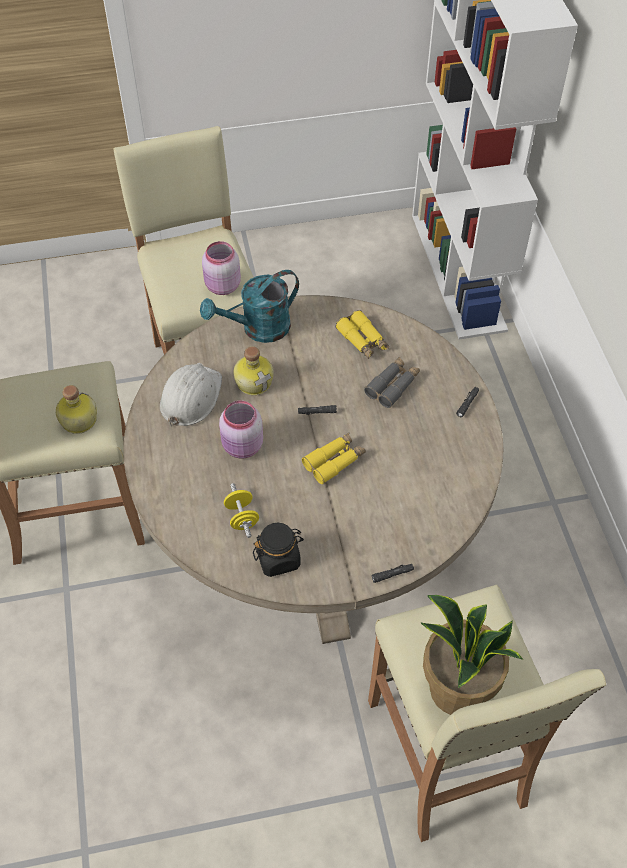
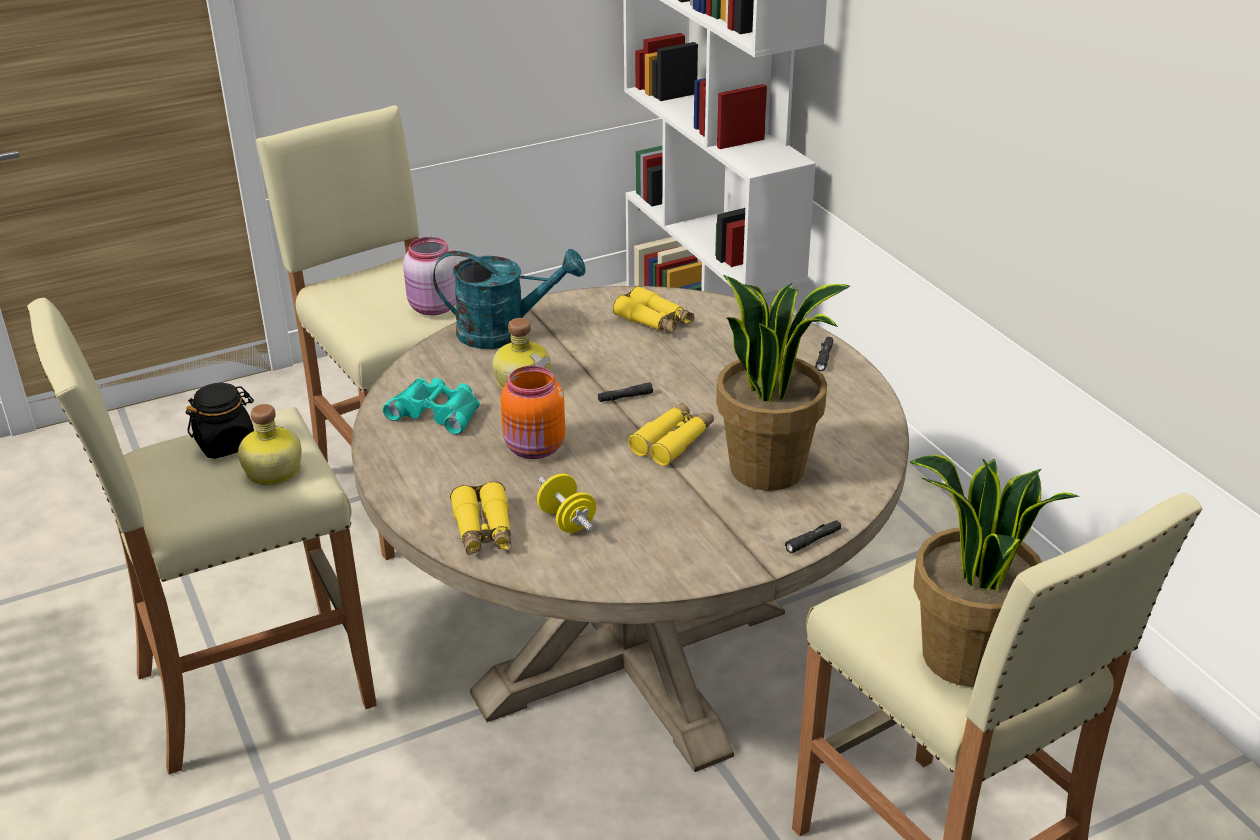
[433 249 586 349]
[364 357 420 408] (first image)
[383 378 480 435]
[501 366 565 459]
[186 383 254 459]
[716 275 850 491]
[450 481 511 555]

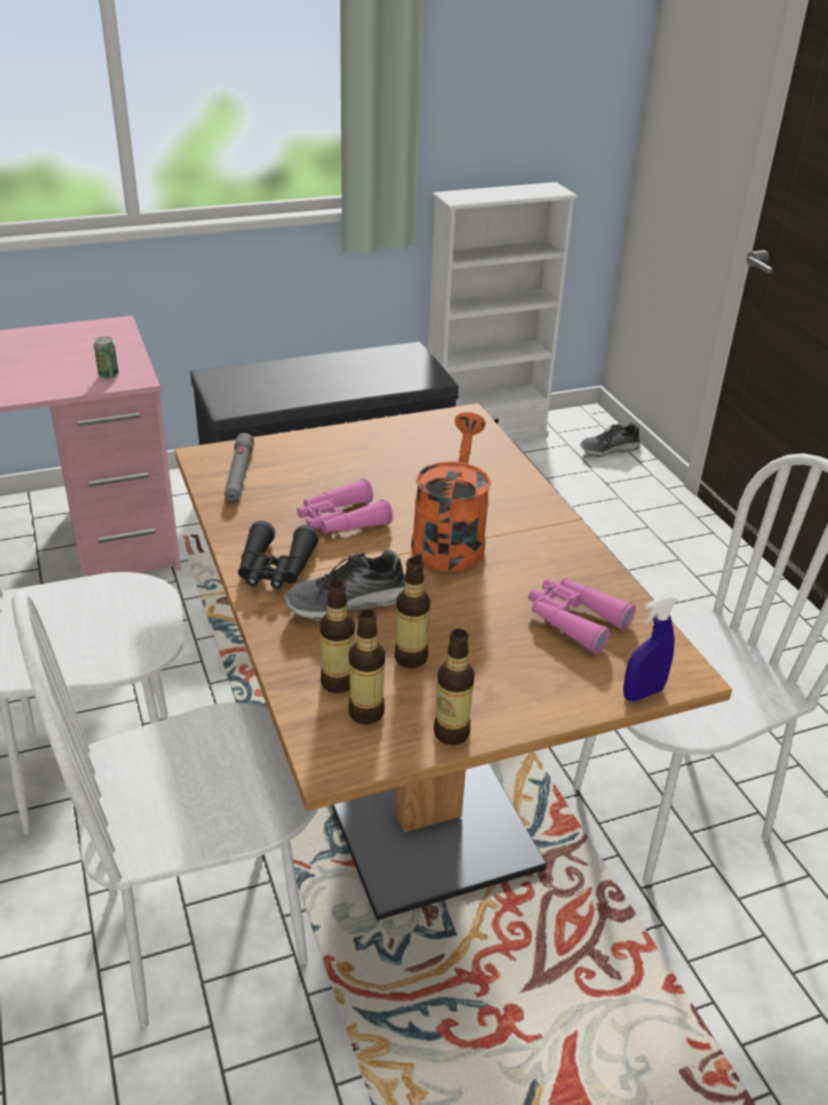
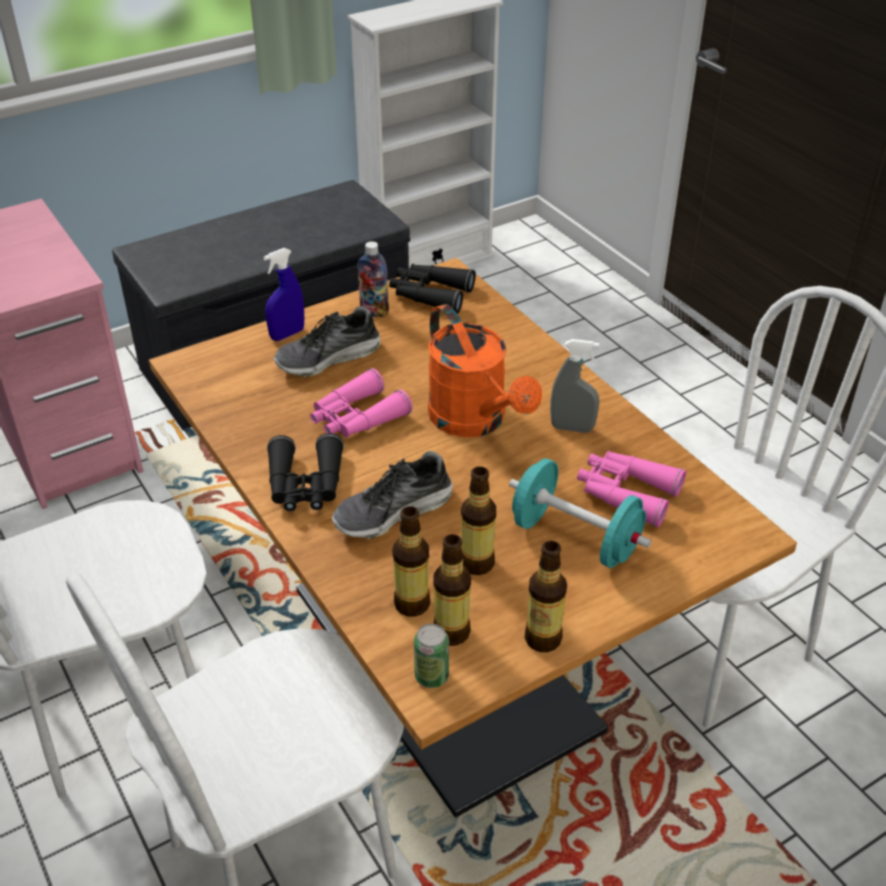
[414 624 449 688]
[428 304 542 437]
[274 306 380 377]
[224 433 254 501] (first image)
[263 248 304 341]
[358 241 389 317]
[389 264 476 314]
[550 339 600 433]
[509 458 652 568]

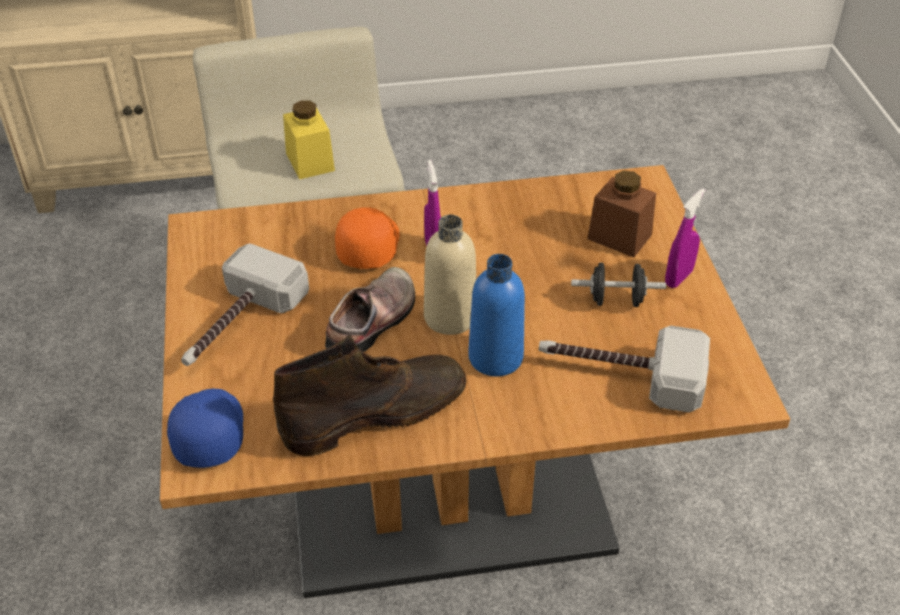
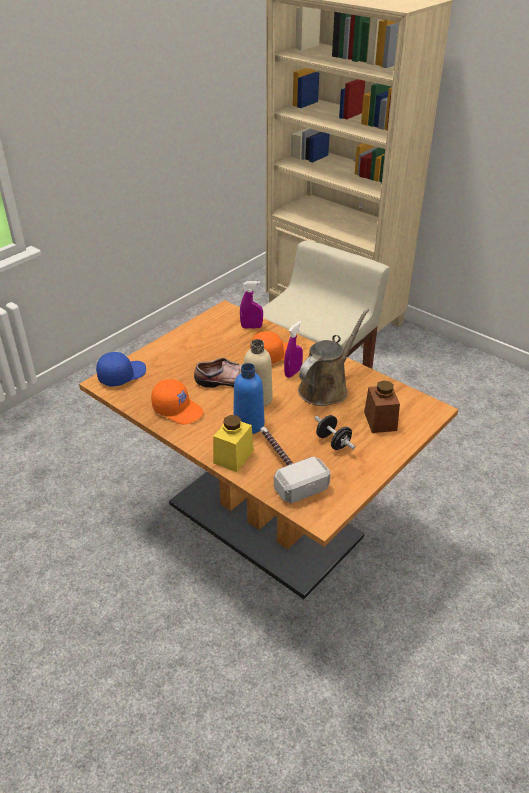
[213 415 254 472]
[240 281 263 328]
[181 243 309 366] (first image)
[151 379 203 425]
[298 308 369 406]

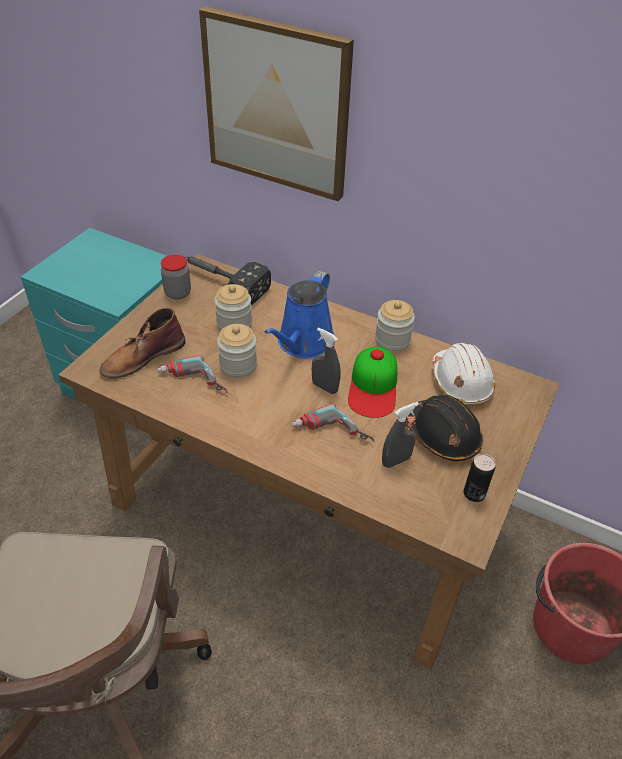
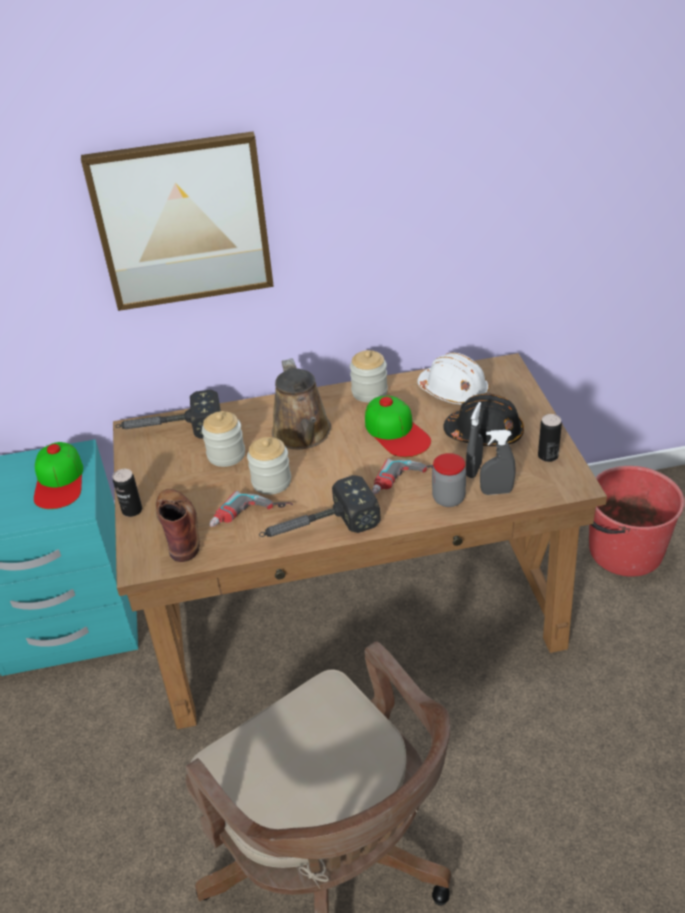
[432 453 466 507]
[272 358 331 449]
[156 489 200 562]
[480 430 516 495]
[34 442 83 509]
[113 469 142 517]
[259 475 381 537]

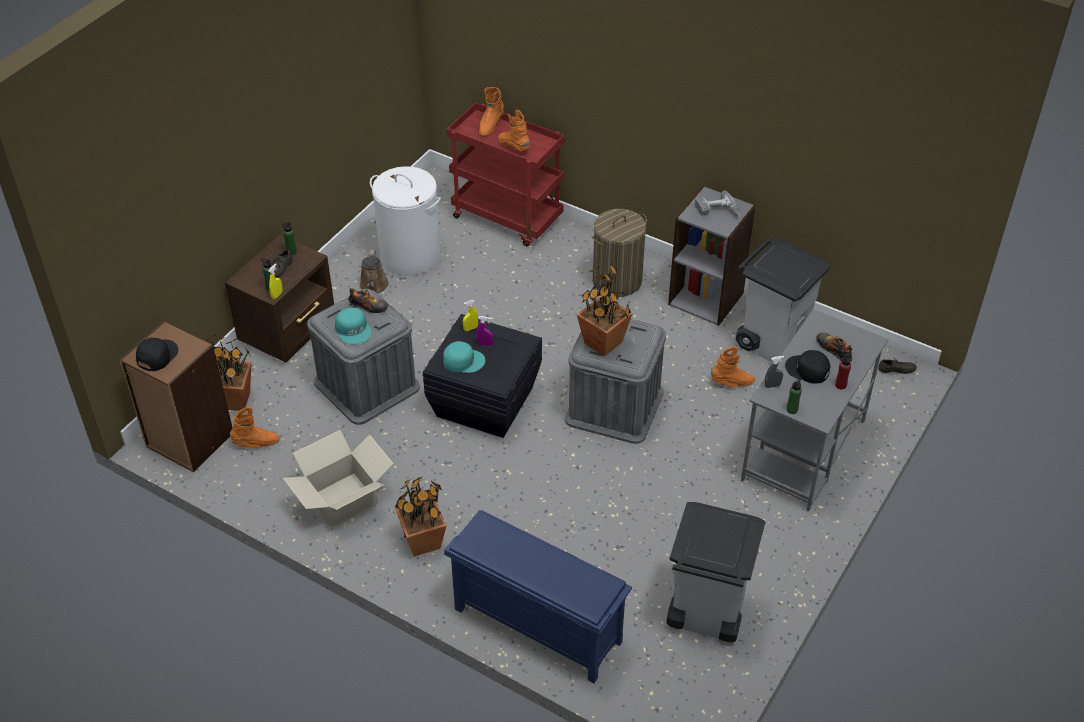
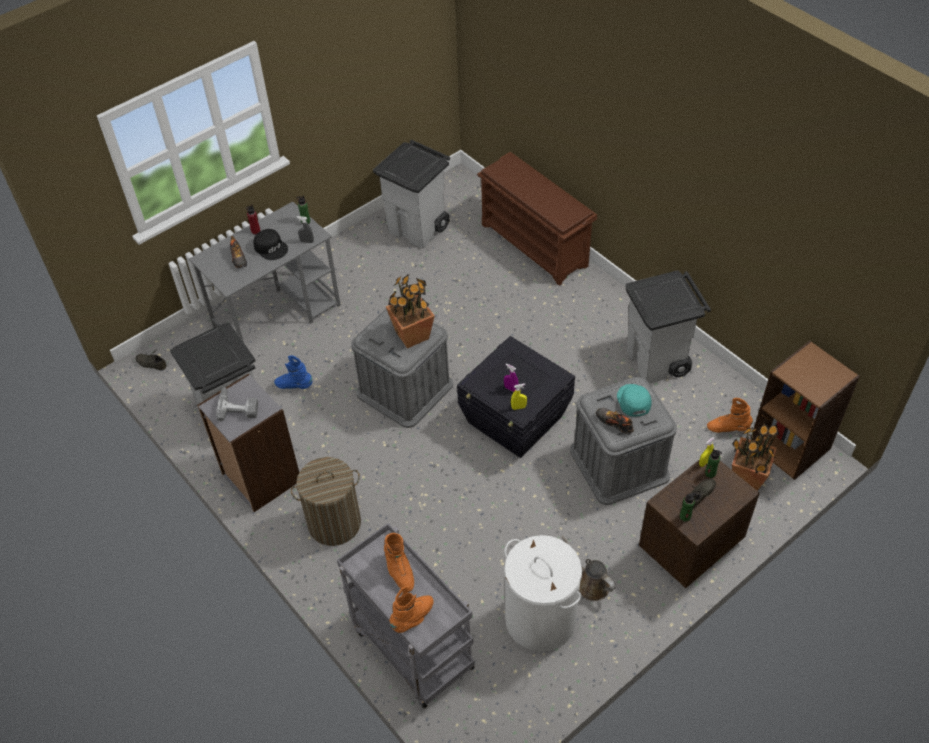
[337 523 475 709]
[561 536 616 601]
[136 338 178 371] (first image)
[443 341 485 373] (first image)
[274 355 312 389]
[625 270 711 384]
[395 476 447 557] (first image)
[477 152 597 286]

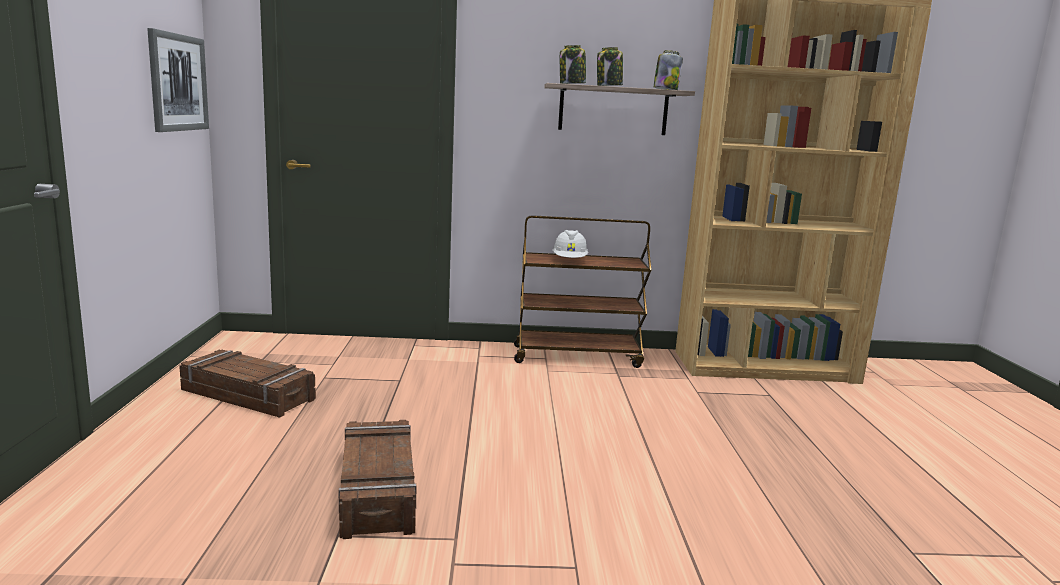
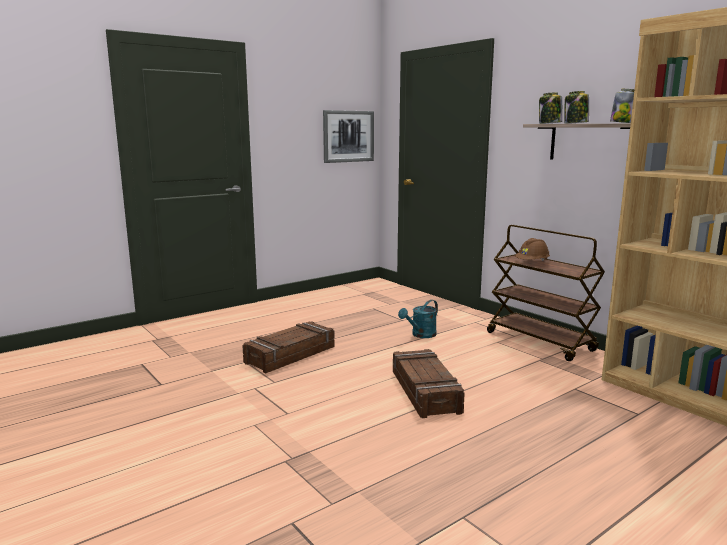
[515 238 550 261]
[393 349 465 418]
[398 300 438 338]

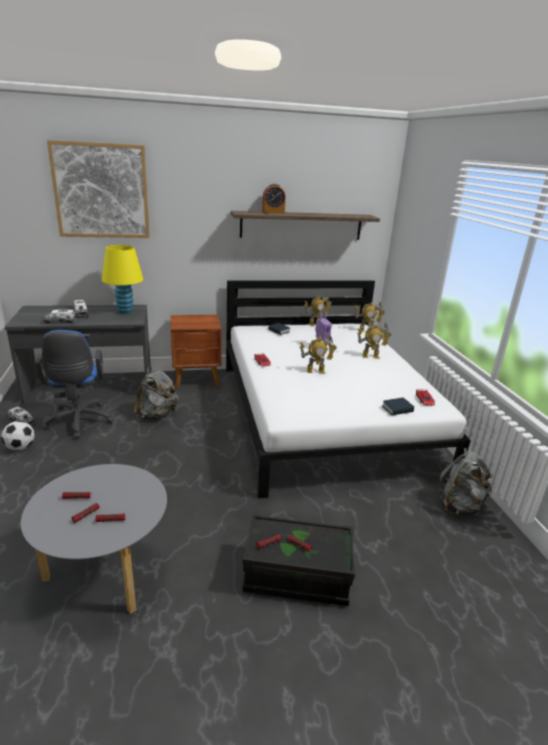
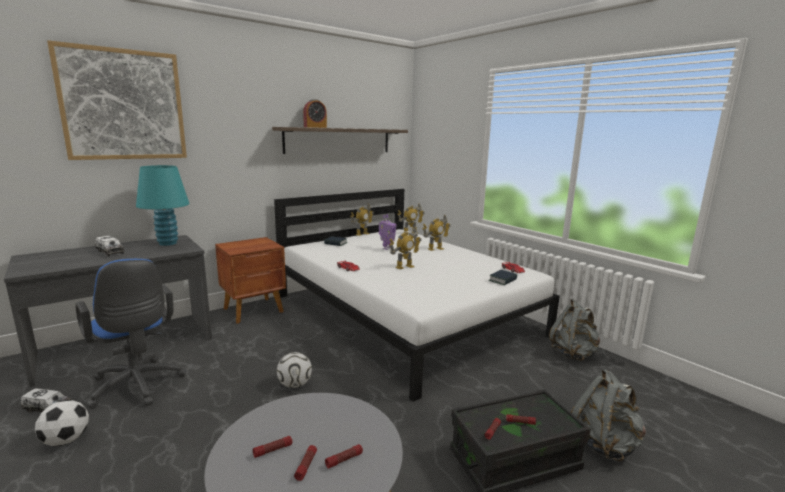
[136 165 190 246]
[43 310 77 324] (first image)
[571 369 646 462]
[277 352 312 388]

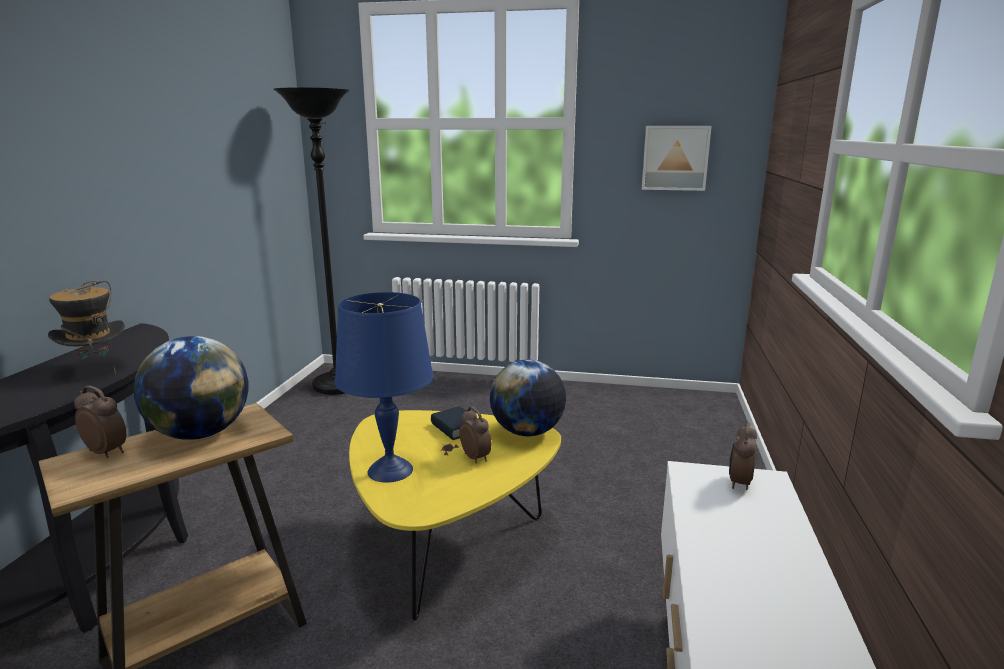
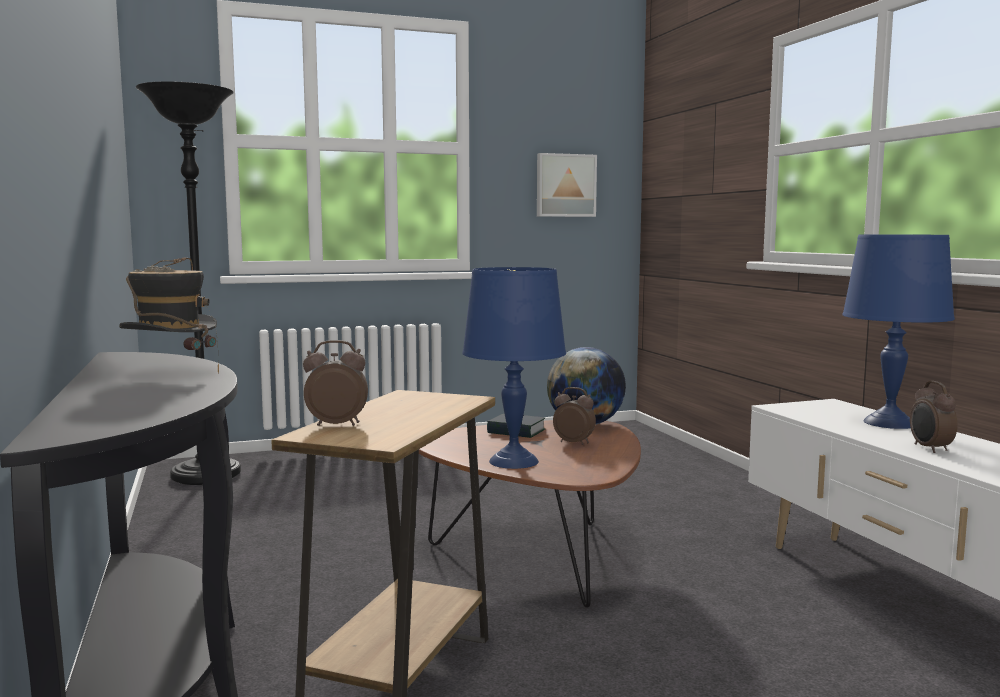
[133 336 249 440] (first image)
[419 420 641 608]
[910 381 958 453]
[842 235 955 429]

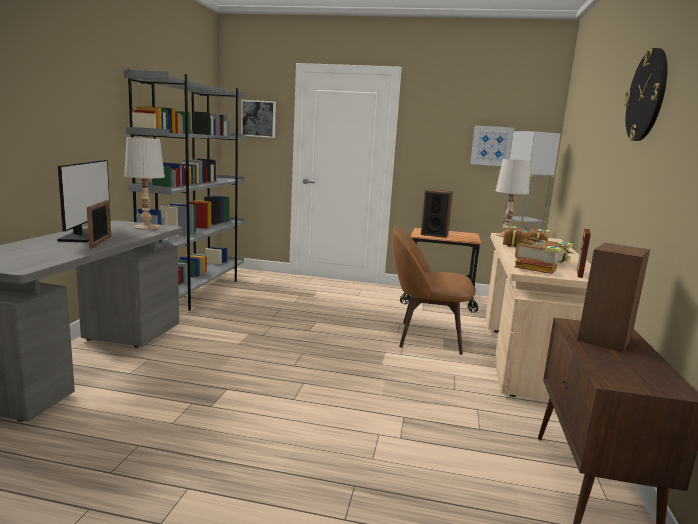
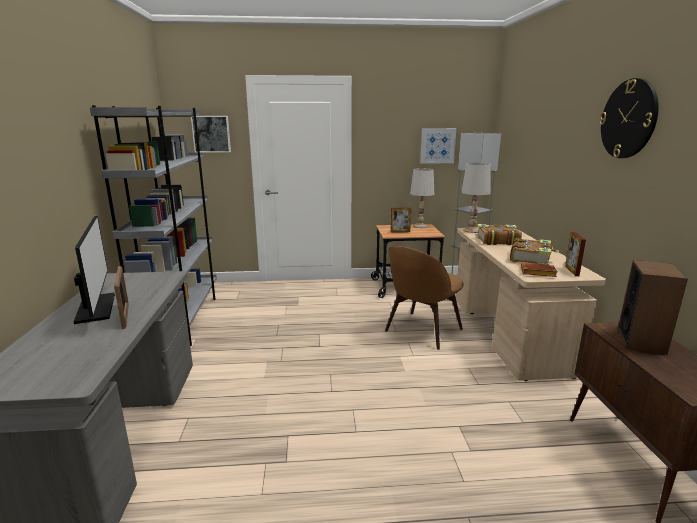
[410 168 434 228]
[391 208 411 233]
[385 246 464 350]

